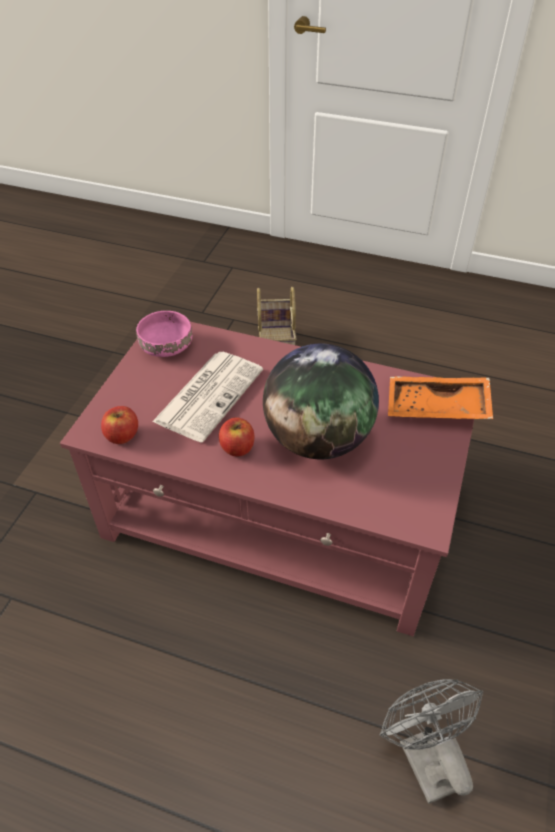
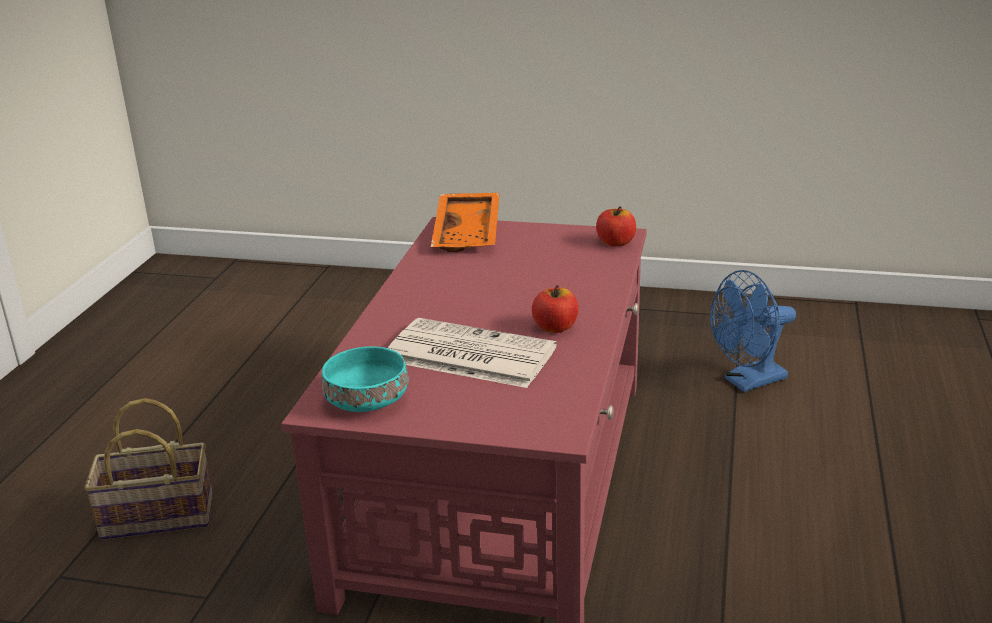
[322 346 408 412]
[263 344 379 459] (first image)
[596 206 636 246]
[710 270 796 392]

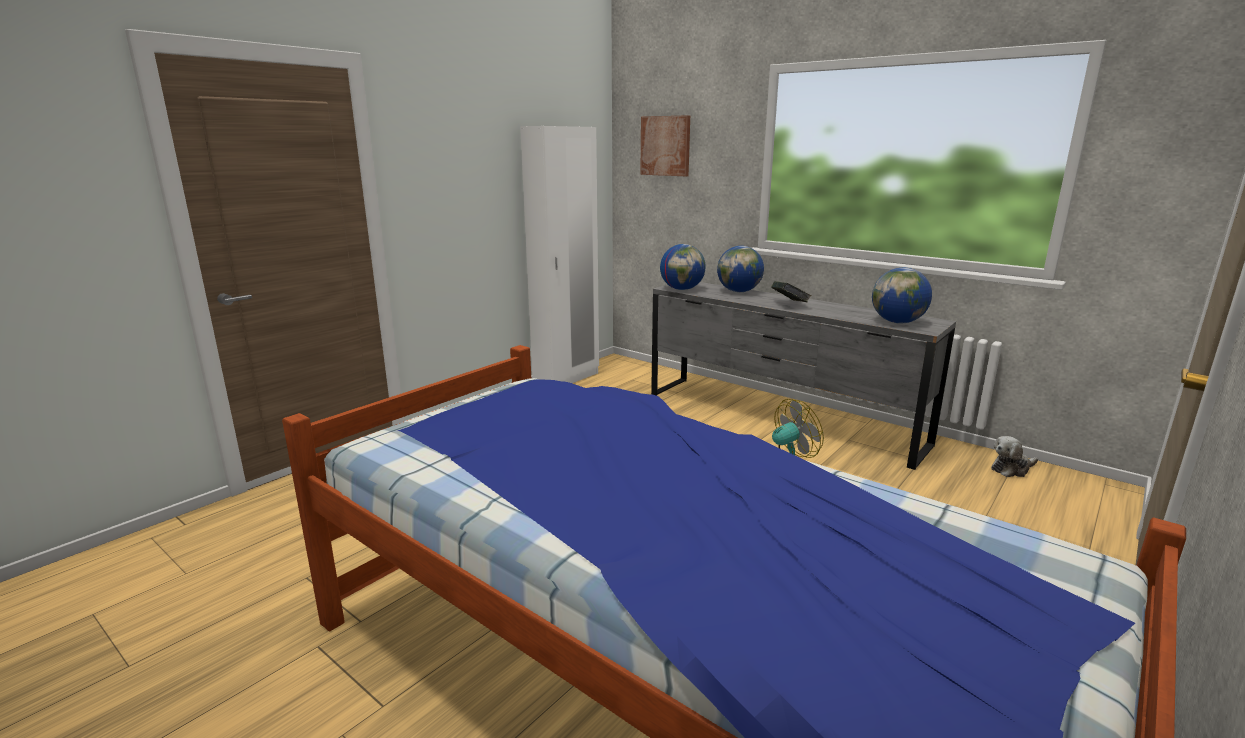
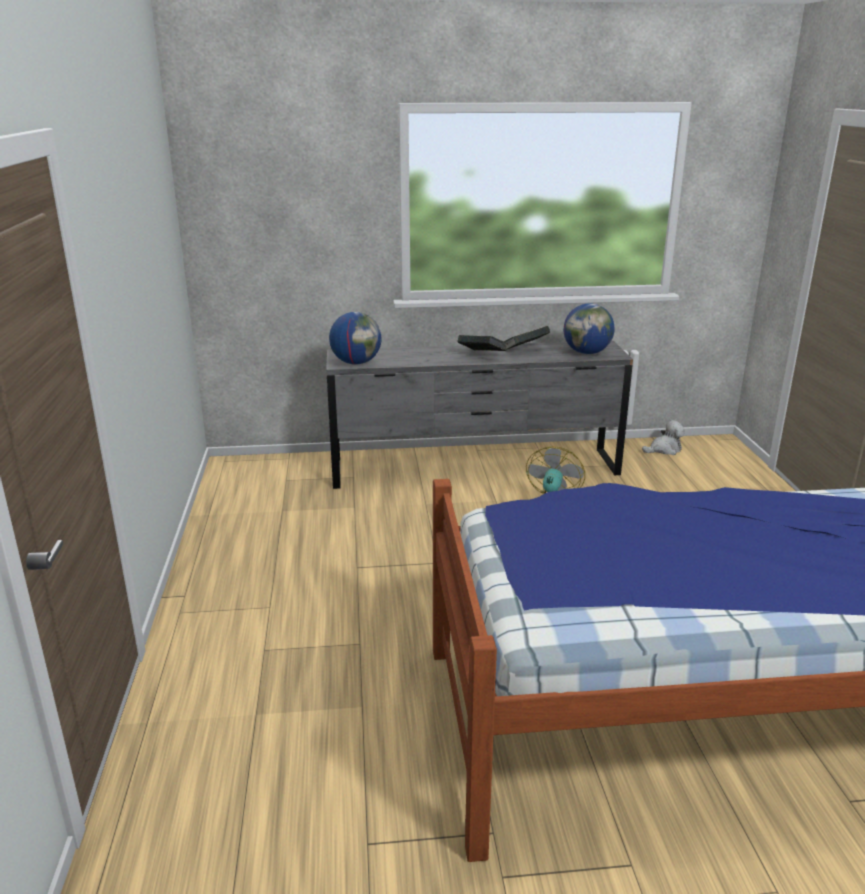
[640 115 690 176] (first image)
[520 126 599 383] (first image)
[717 246 764 292] (first image)
[642 420 685 455]
[504 326 550 350]

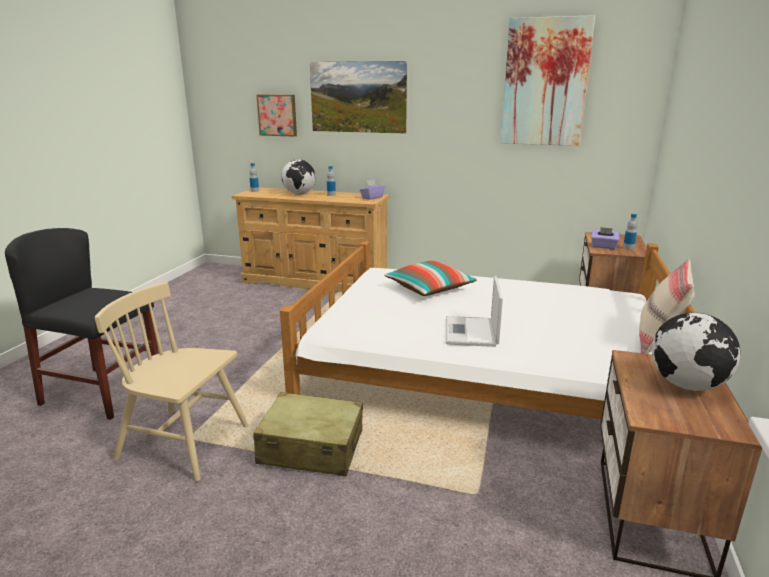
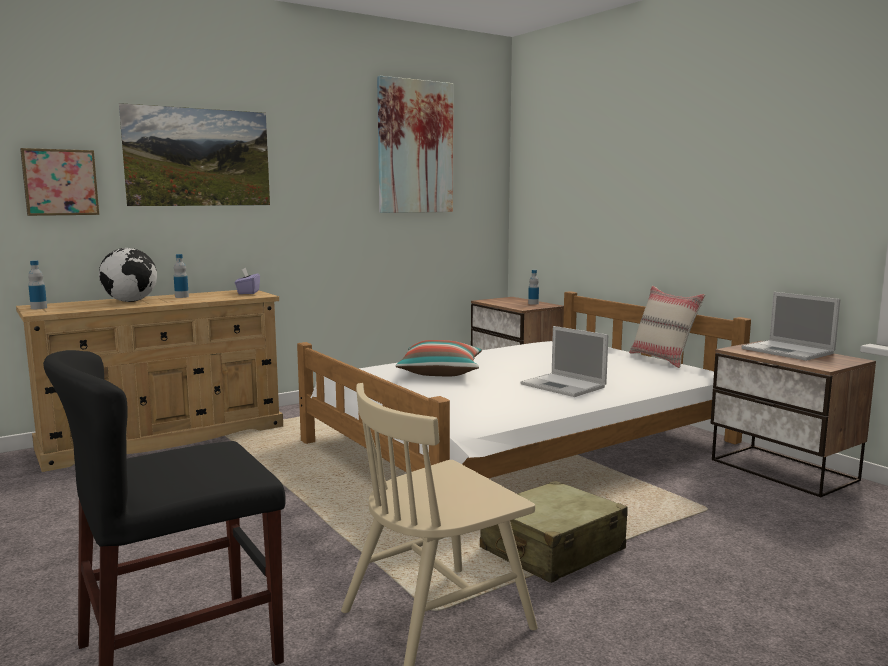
[591 227 620 249] (first image)
[742 292 840 361]

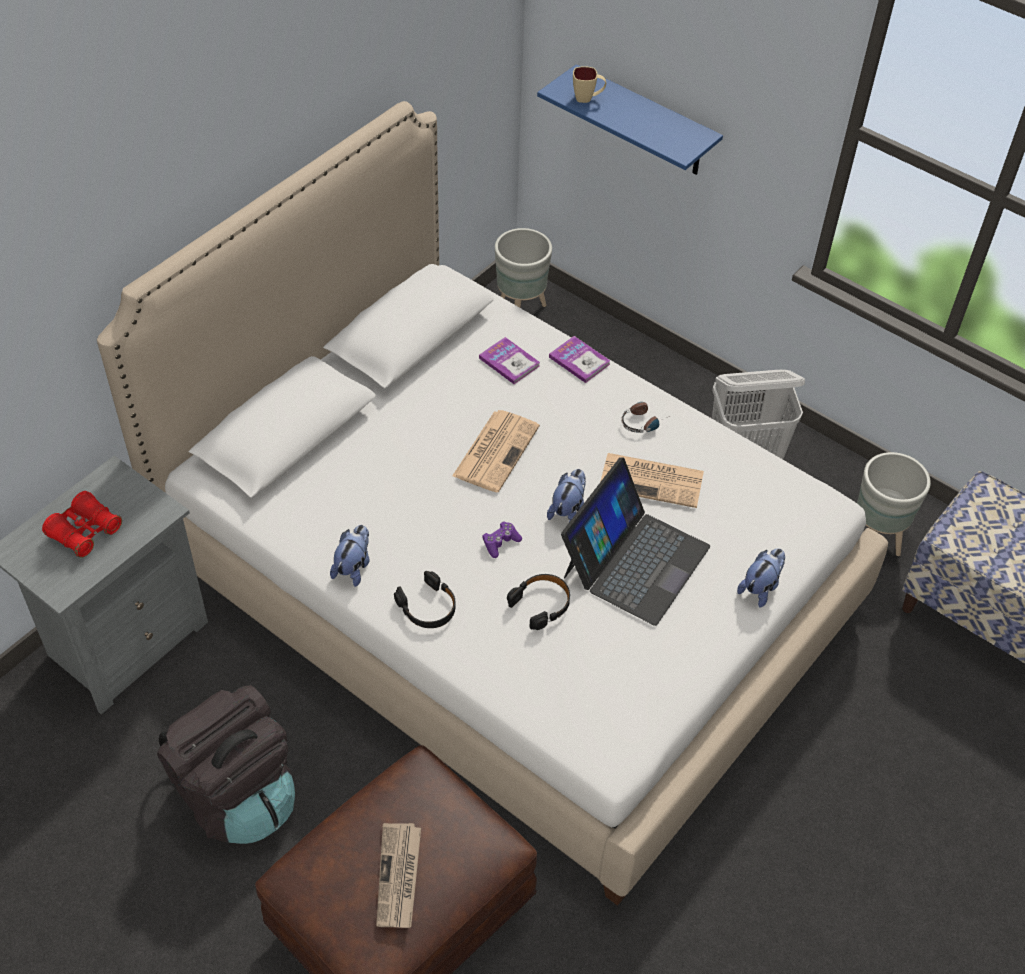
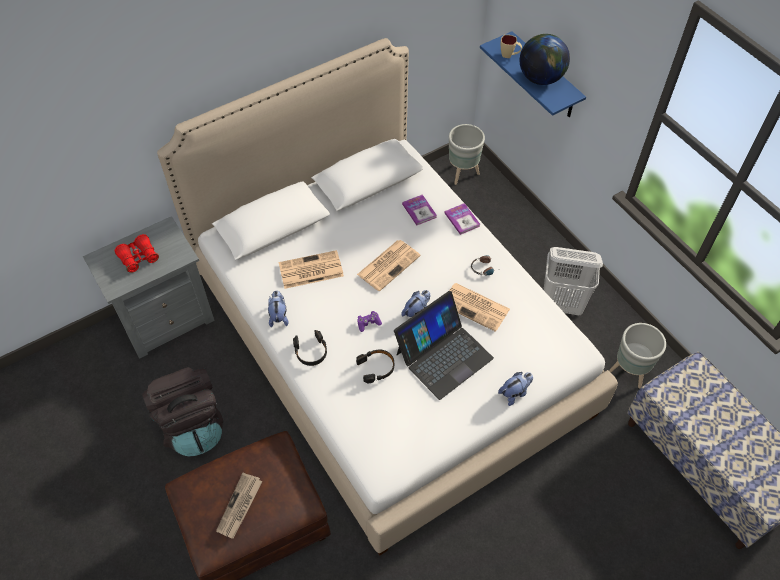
[268 290 288 328]
[520 34 570 85]
[278 250 344 289]

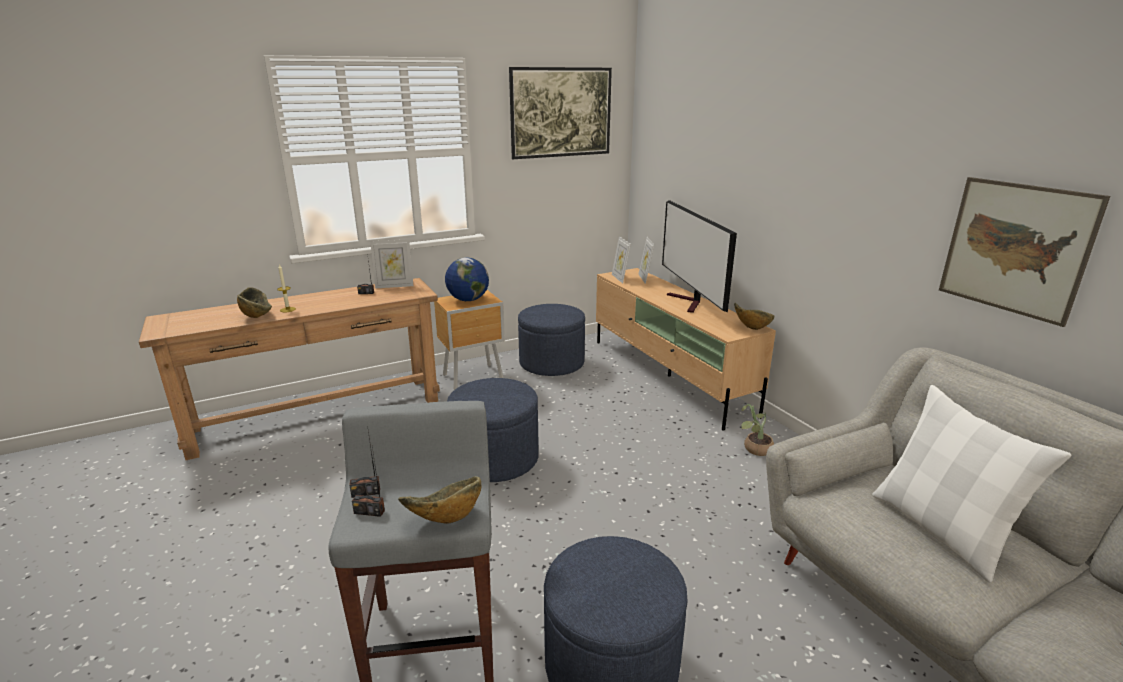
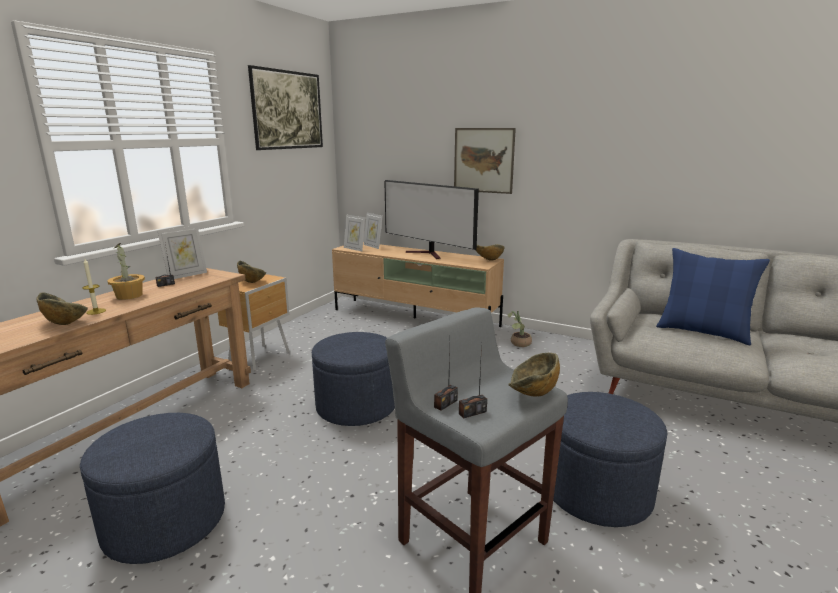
[454 128 516 194]
[237 261 266 283]
[80 413 225 564]
[656 248 770 345]
[107 243 145 300]

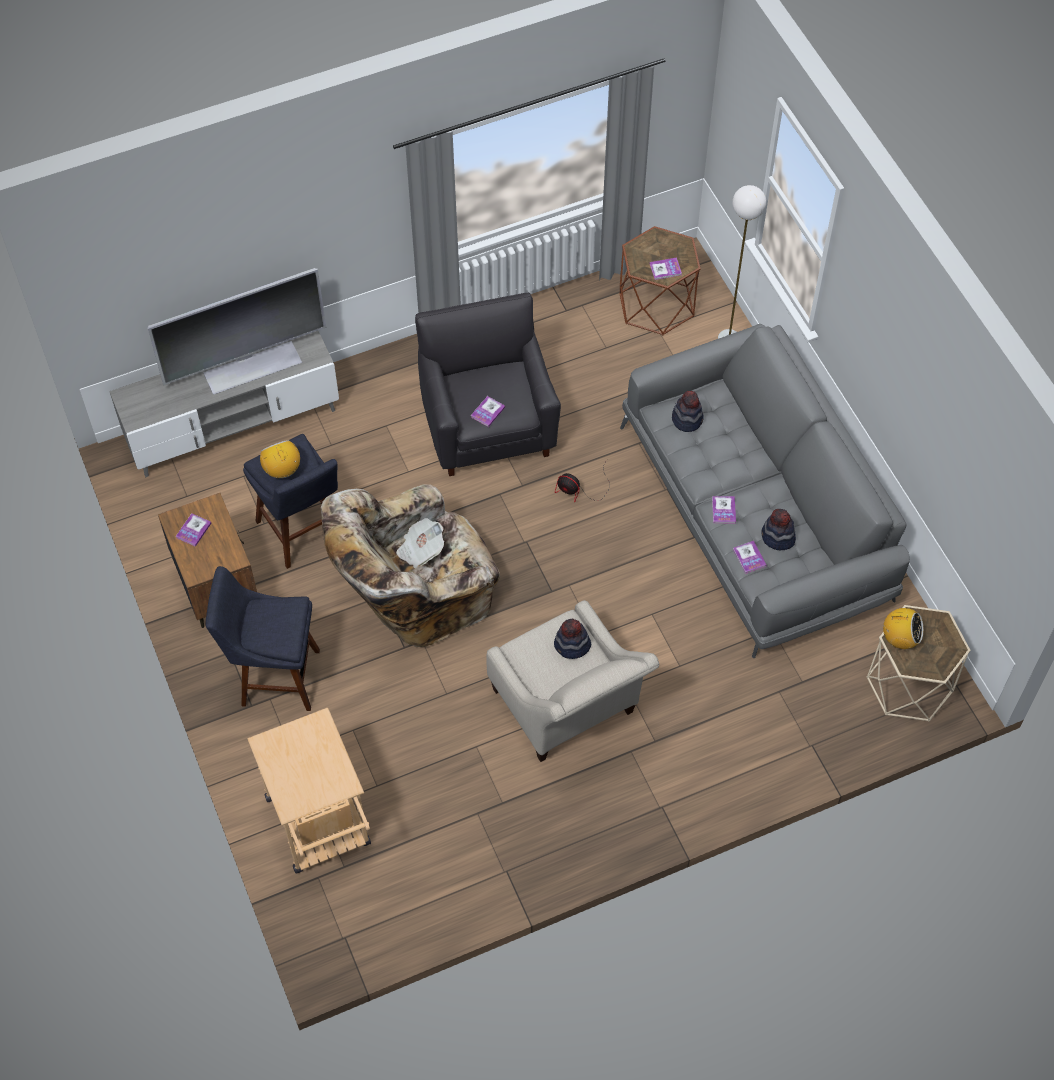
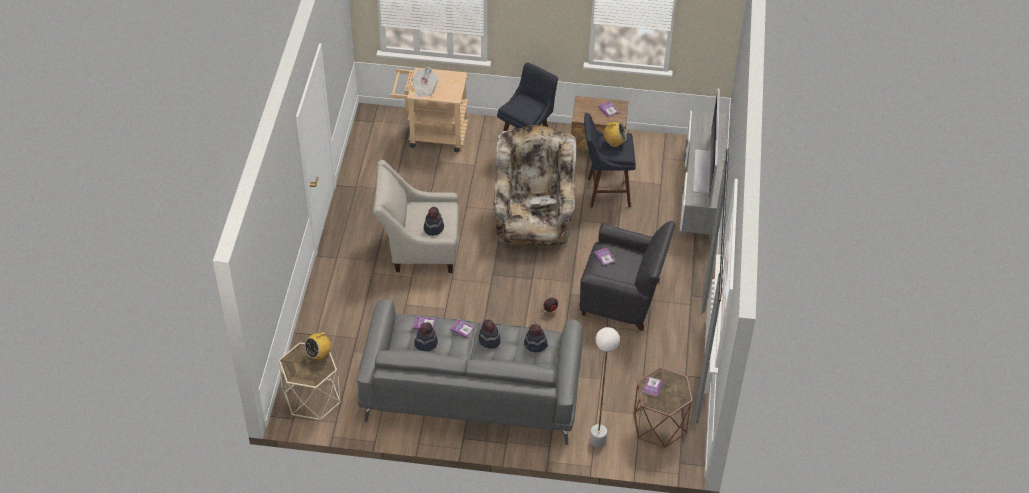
[412 67 439 97]
[478 319 500 348]

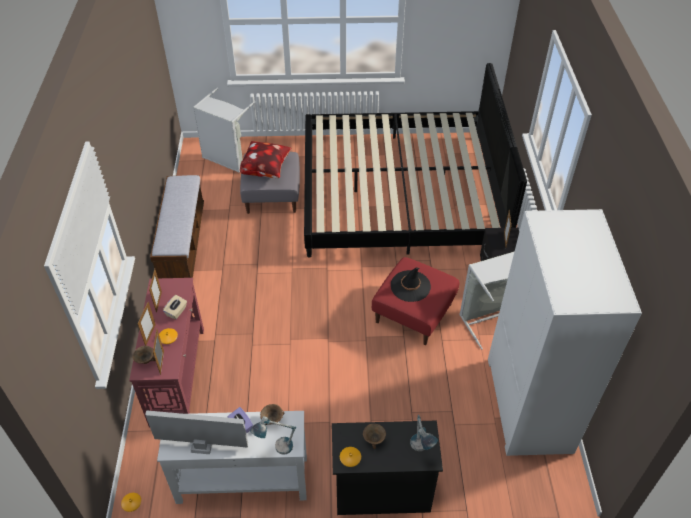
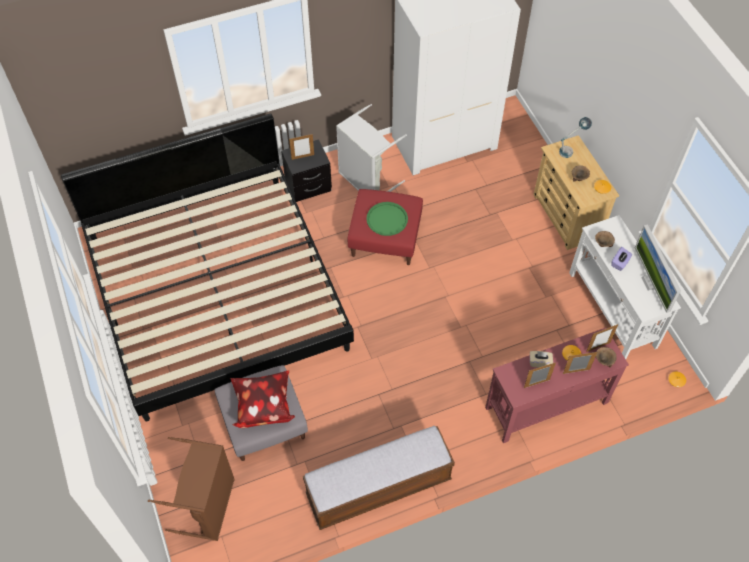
[148 437 235 541]
[366 202 408 236]
[250 416 296 455] (first image)
[533 135 619 250]

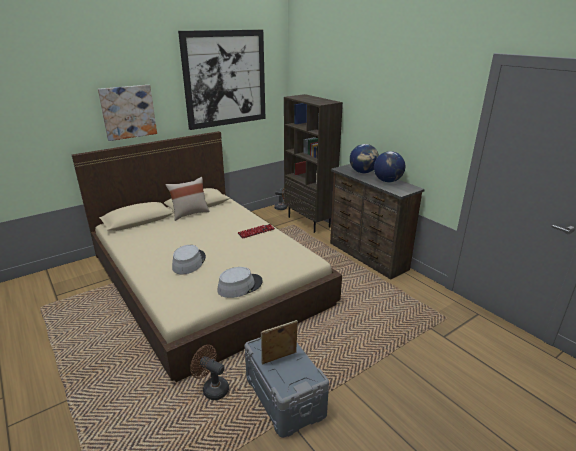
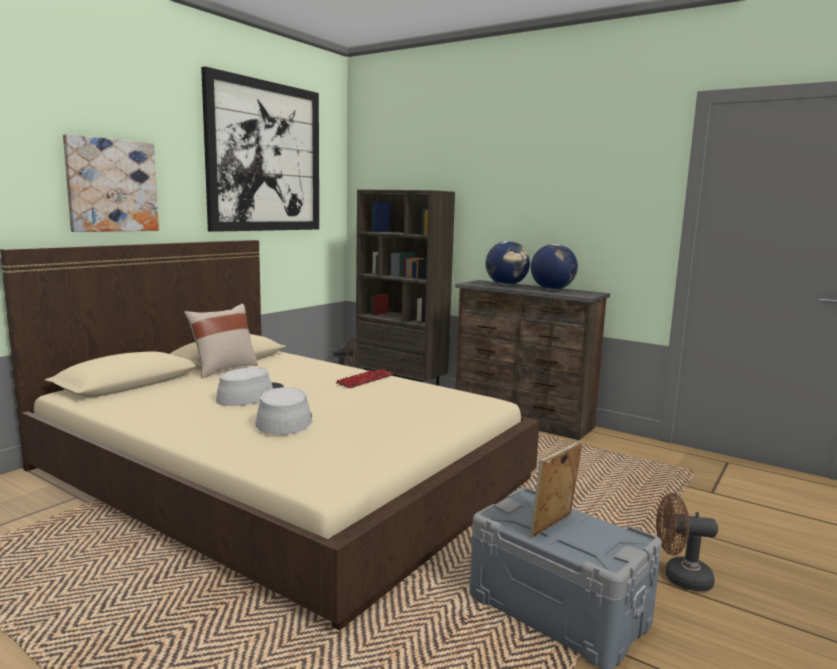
[216 367 284 406]
[656 493 718 591]

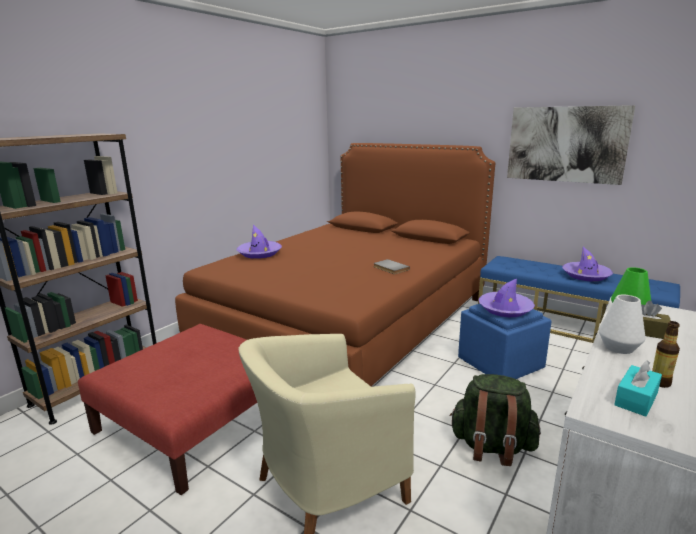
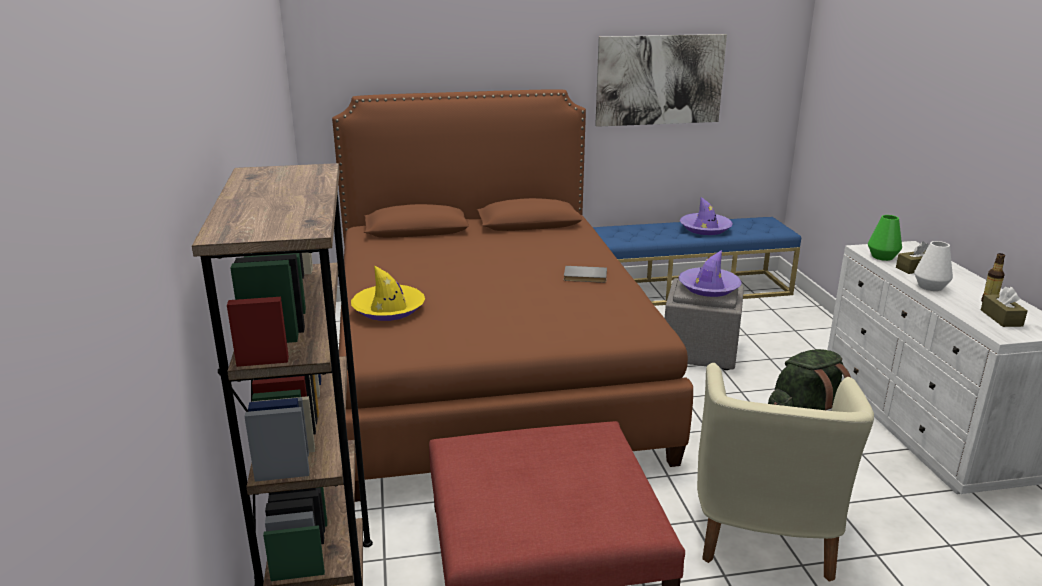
[351 265 425 321]
[665 278 744 370]
[981 287 1028 327]

